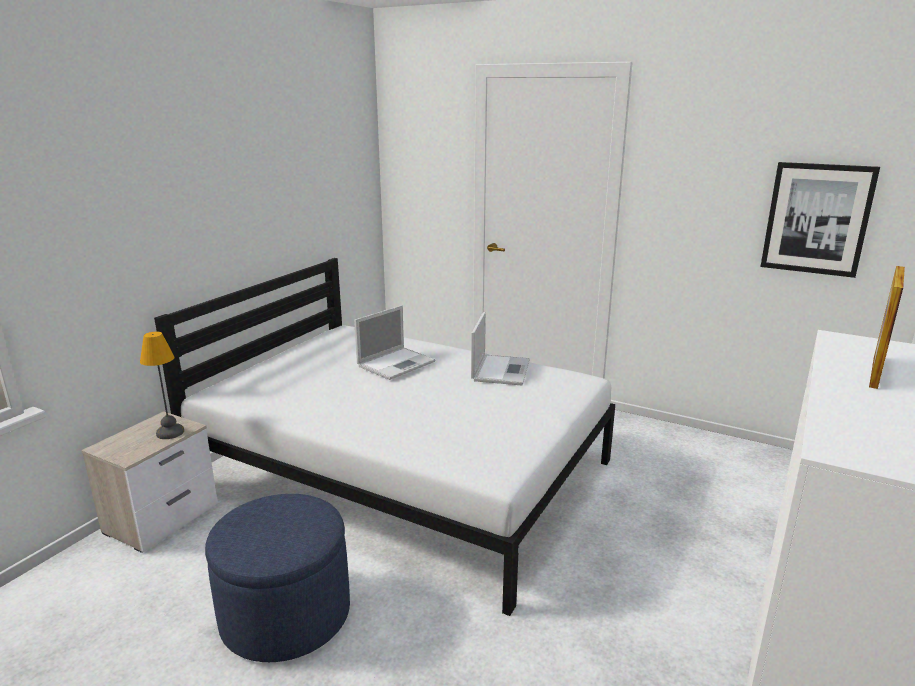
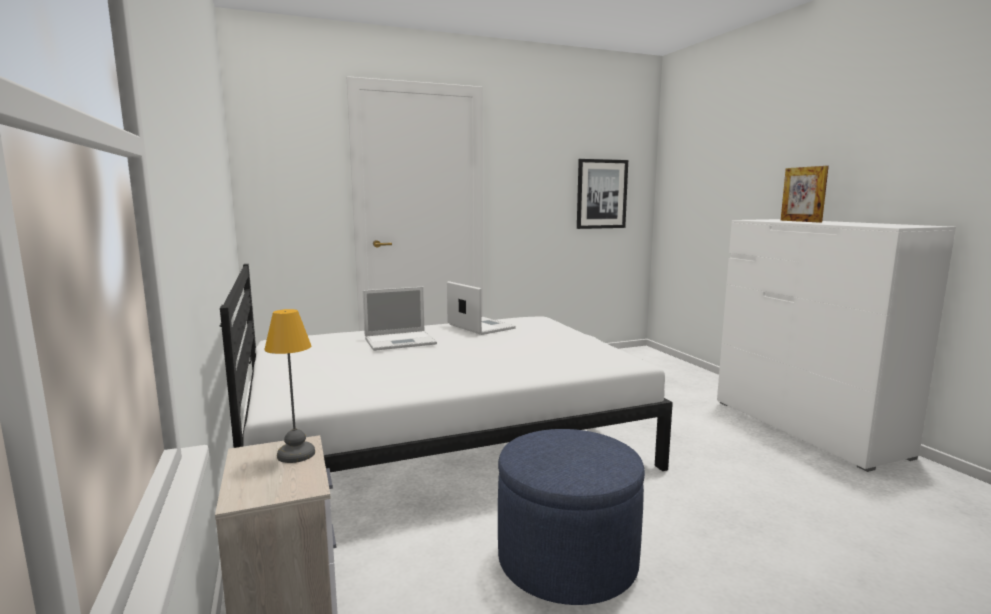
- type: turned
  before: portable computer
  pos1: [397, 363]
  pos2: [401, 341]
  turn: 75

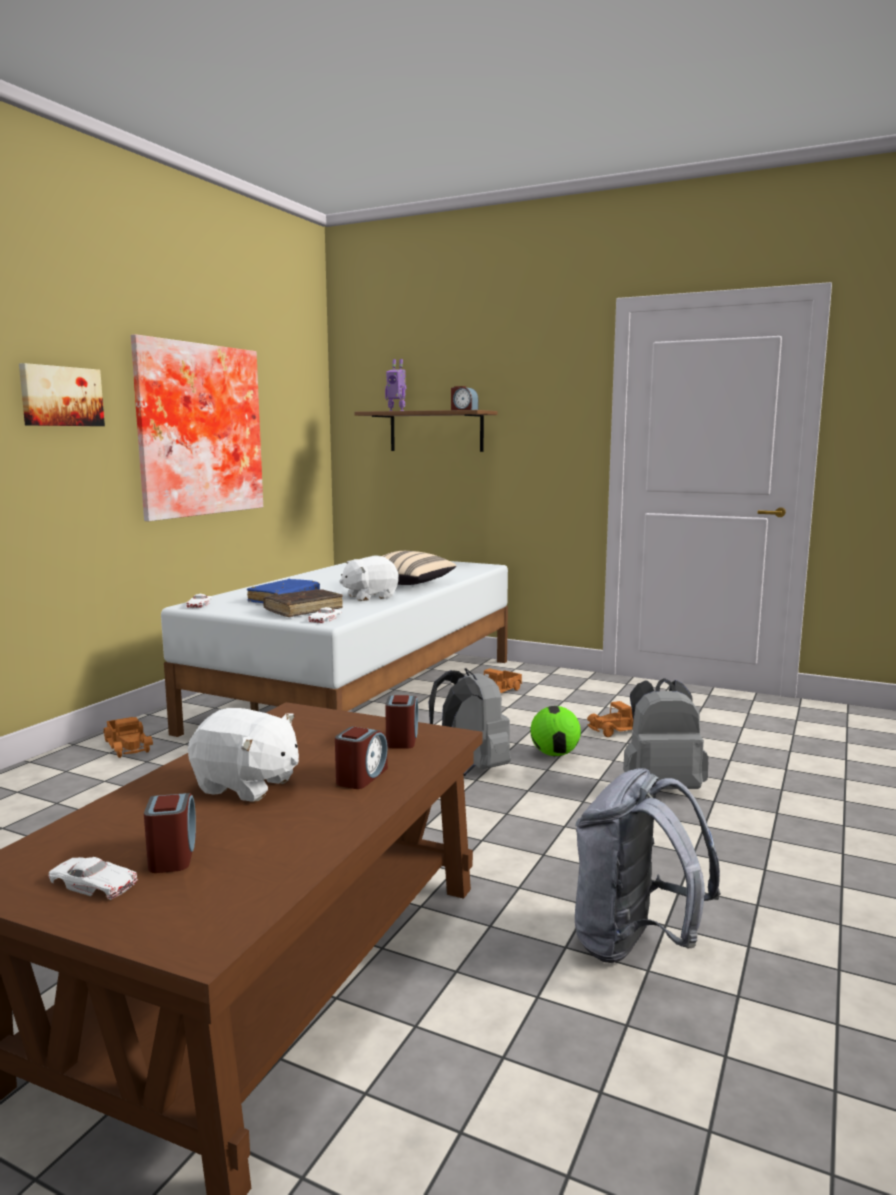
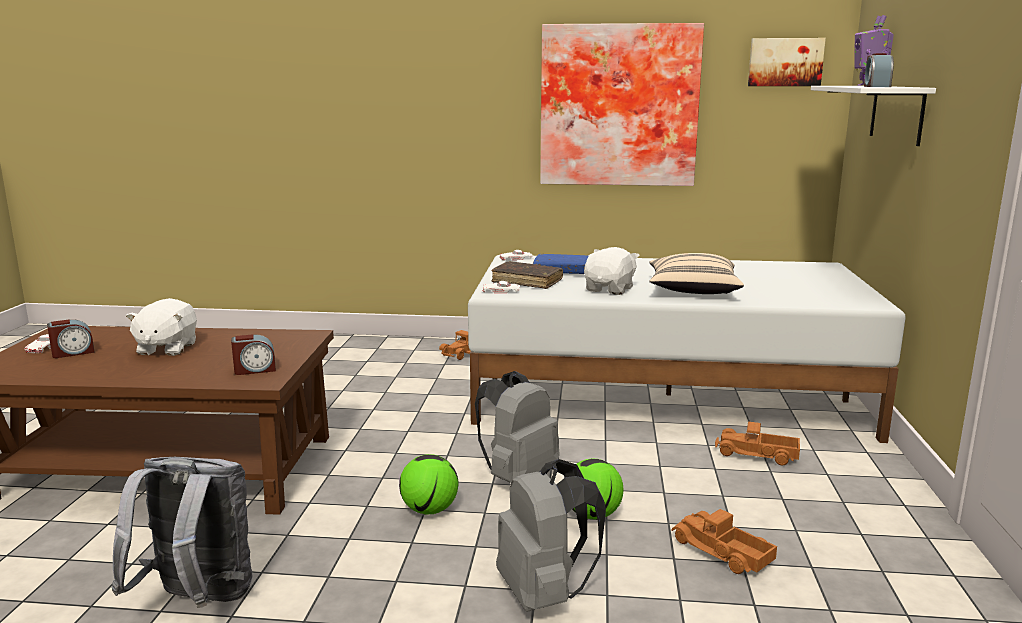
- type: added
  after: football ball
  pos2: [430, 510]
- type: turned
  before: white-coloured plush toy
  pos1: [370, 597]
  pos2: [610, 289]
  turn: 75
- type: moved
  before: wall art
  pos1: [61, 396]
  pos2: [785, 62]
- type: recoloured
  before: brown-coloured shelf
  after: white-coloured shelf
  pos1: [436, 431]
  pos2: [896, 113]
- type: removed
  before: alarm clock
  pos1: [361, 777]

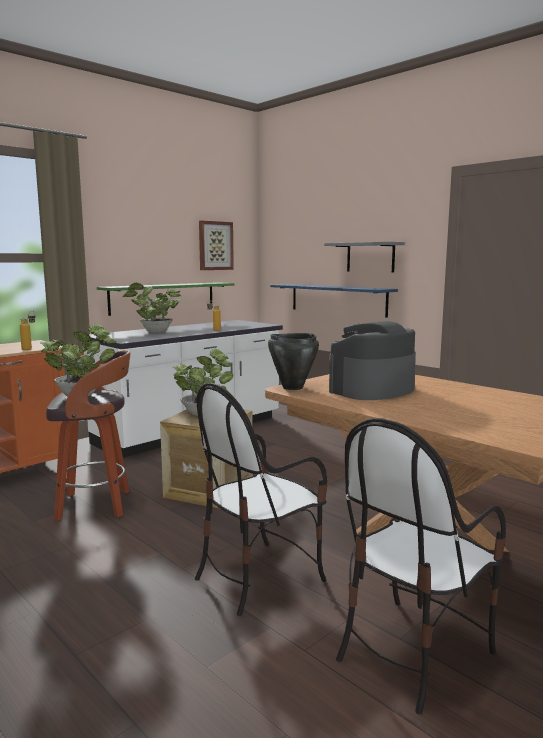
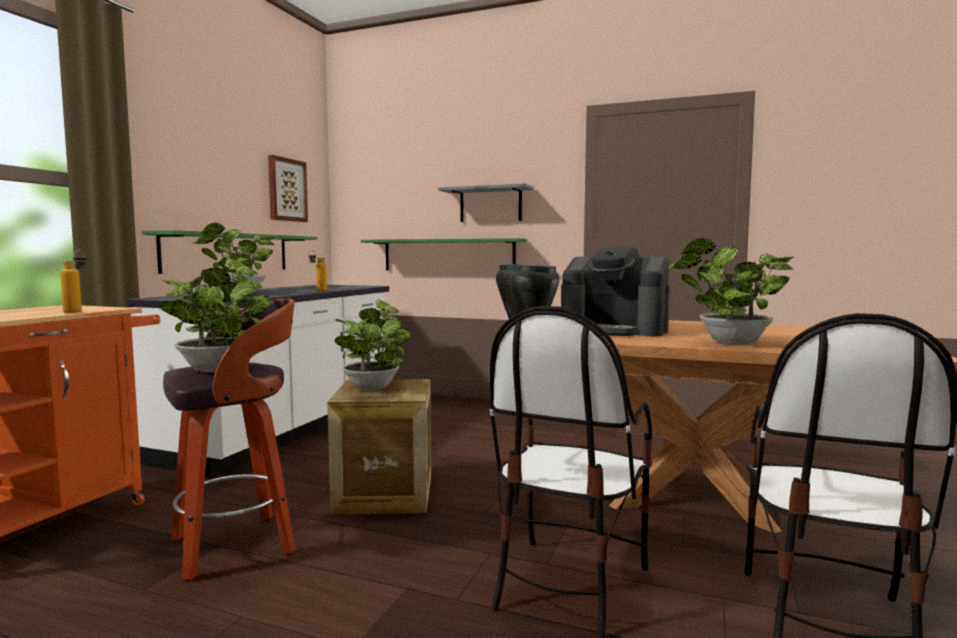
- type: recoloured
  before: blue-coloured shelf
  after: green-coloured shelf
  pos1: [337, 299]
  pos2: [448, 255]
- type: turned
  before: coffee maker
  pos1: [372, 390]
  pos2: [615, 330]
  turn: -90
- type: added
  after: plant in a pot
  pos2: [729, 343]

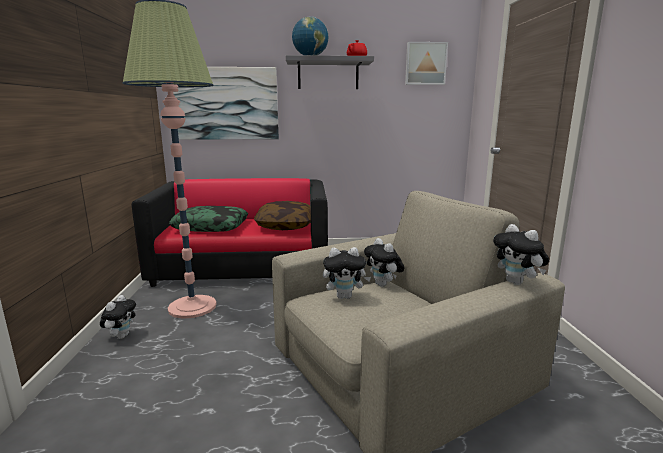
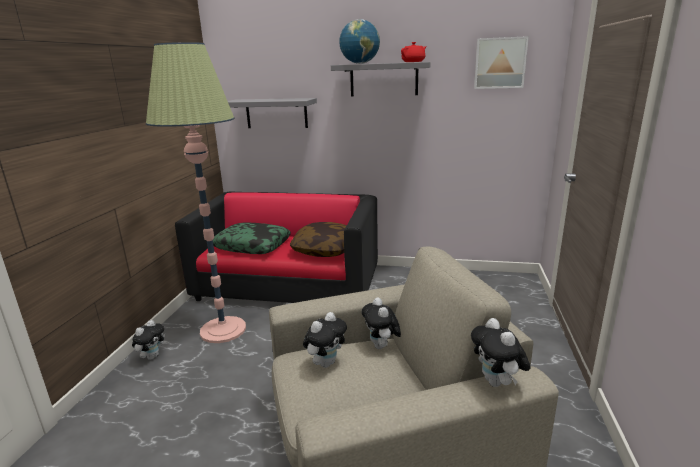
- type: replaced
  before: wall art
  after: grey shelf
  pos1: [225, 104]
  pos2: [276, 113]
- type: turned
  before: plush toy
  pos1: [345, 296]
  pos2: [326, 362]
  turn: -60

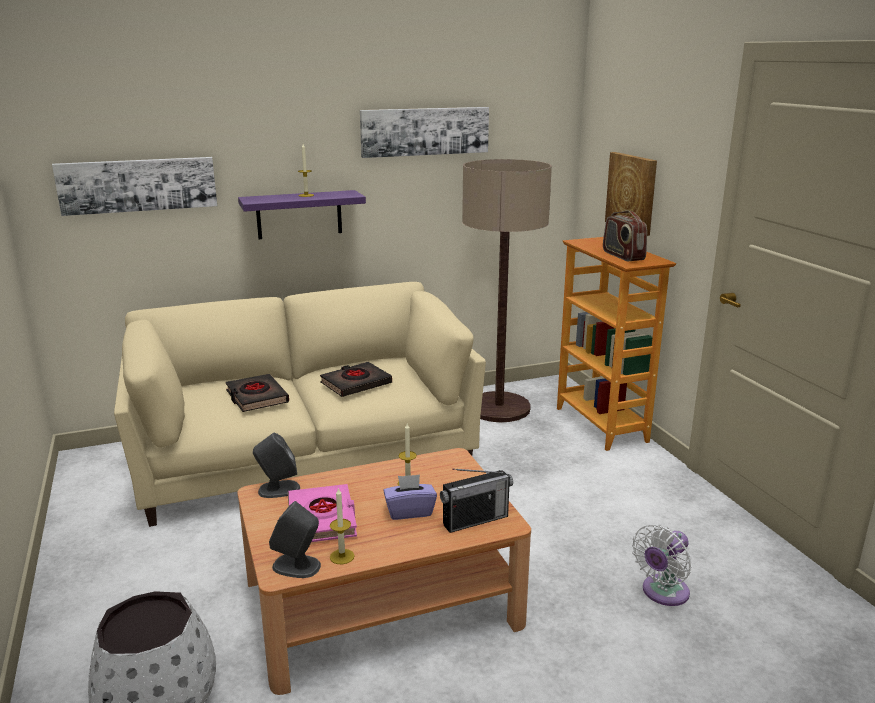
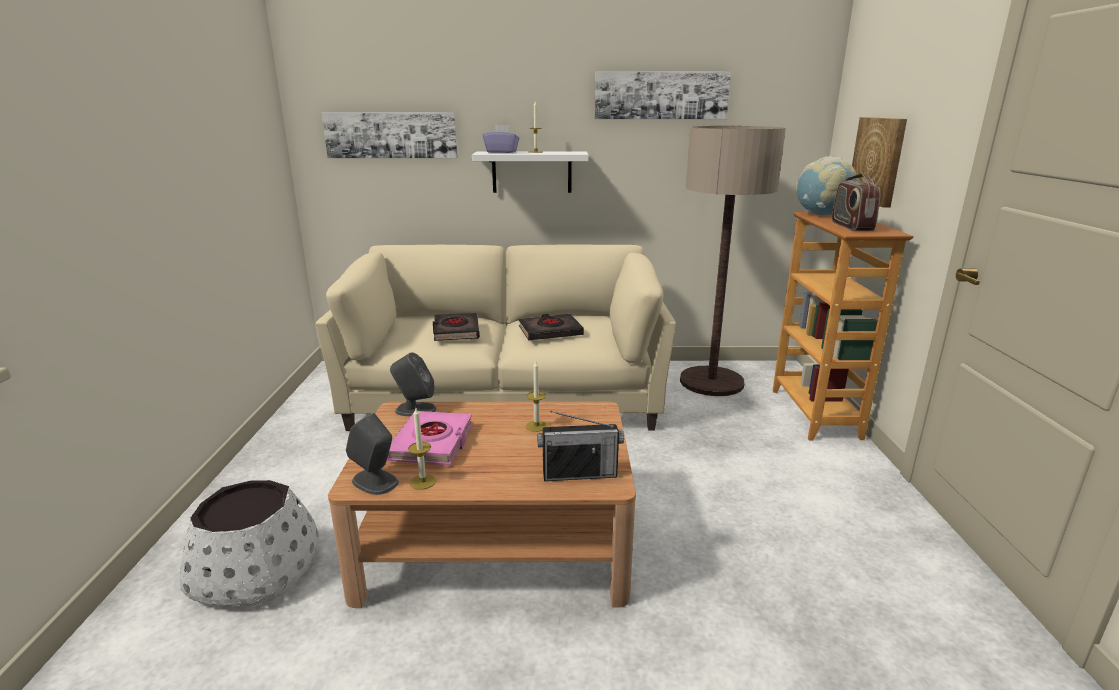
- type: recoloured
  before: purplish shelf
  after: white-coloured shelf
  pos1: [299, 214]
  pos2: [532, 172]
- type: moved
  before: purplish box of tissues
  pos1: [409, 511]
  pos2: [501, 152]
- type: added
  after: globe
  pos2: [822, 215]
- type: removed
  before: white-coloured cooling fan
  pos1: [662, 593]

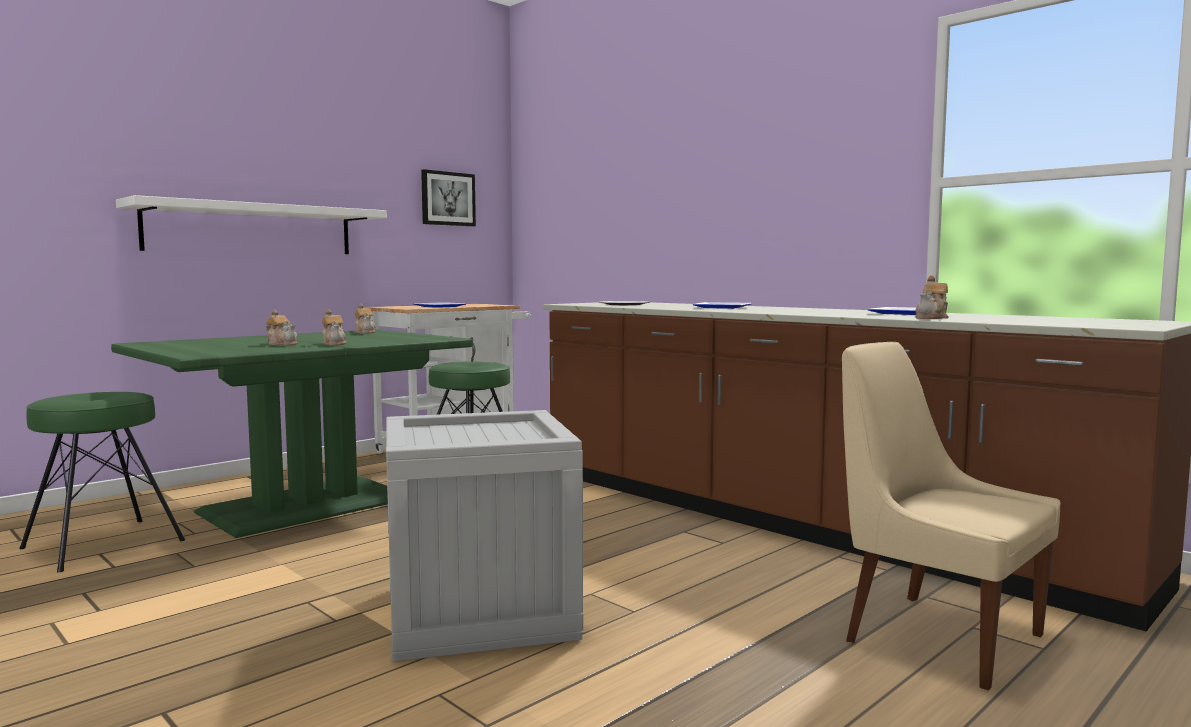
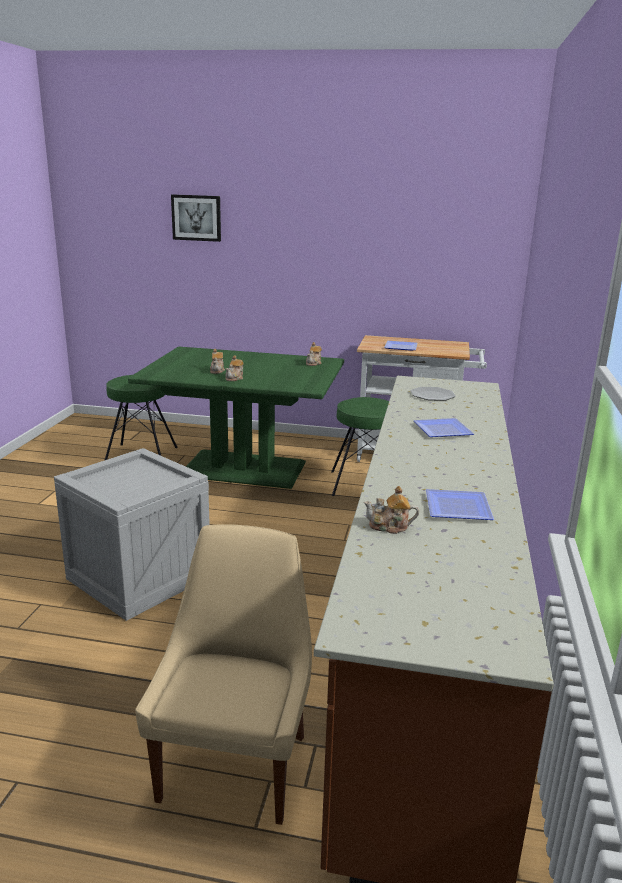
- type: moved
  before: wall art
  pos1: [447, 198]
  pos2: [196, 218]
- type: removed
  before: white-coloured shelf
  pos1: [251, 229]

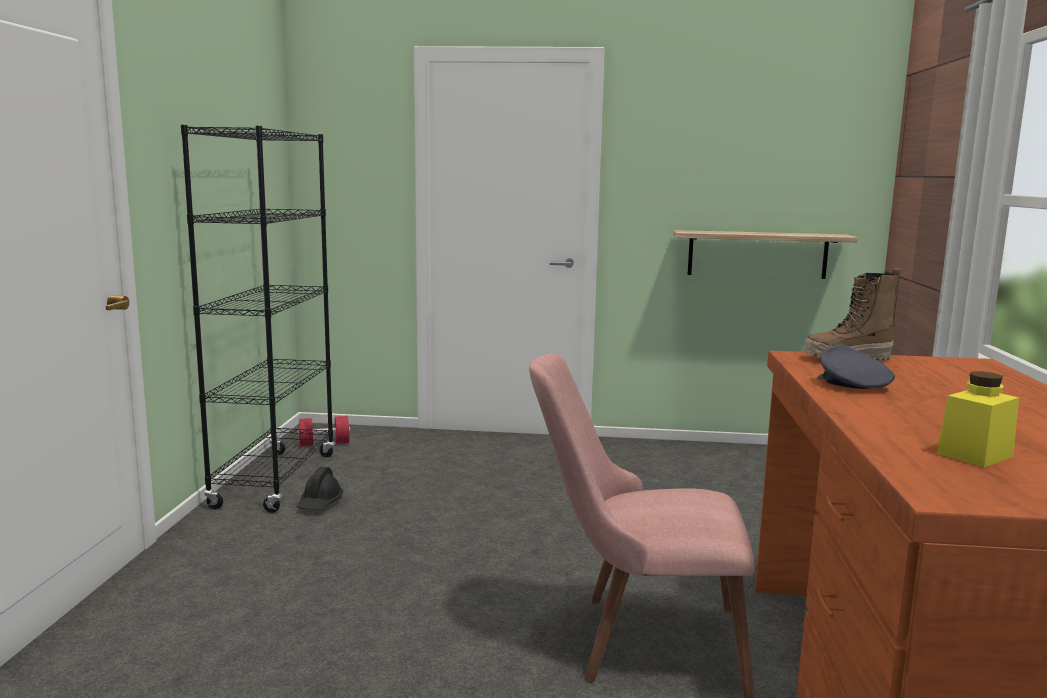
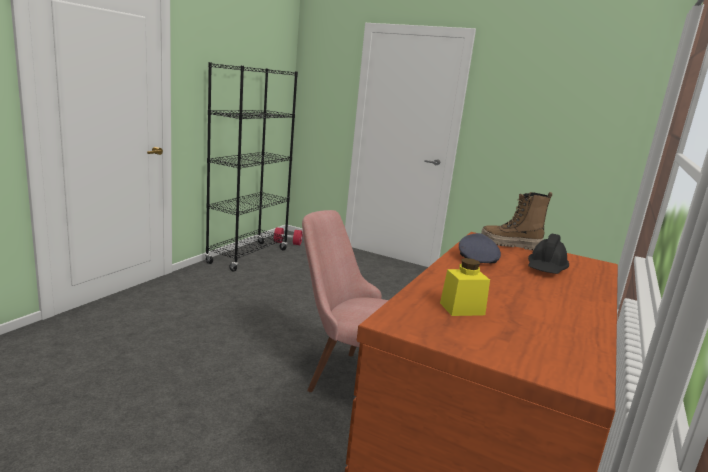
- type: moved
  before: black hard hat
  pos1: [320, 503]
  pos2: [546, 269]
- type: removed
  before: shelf
  pos1: [757, 254]

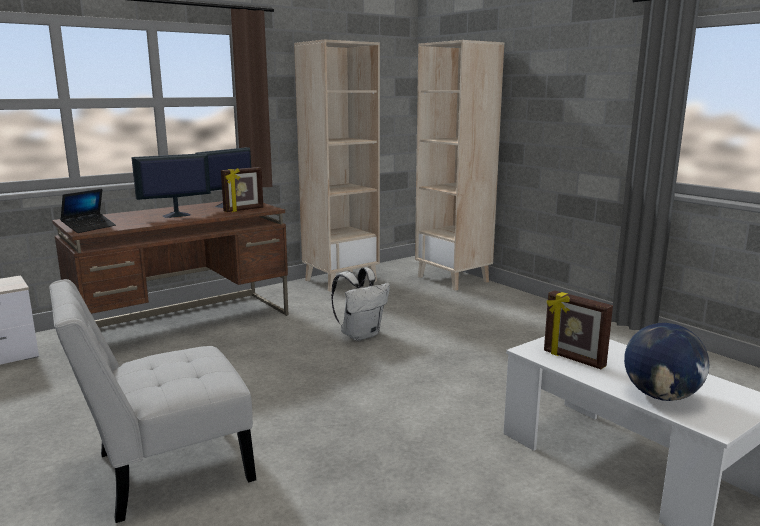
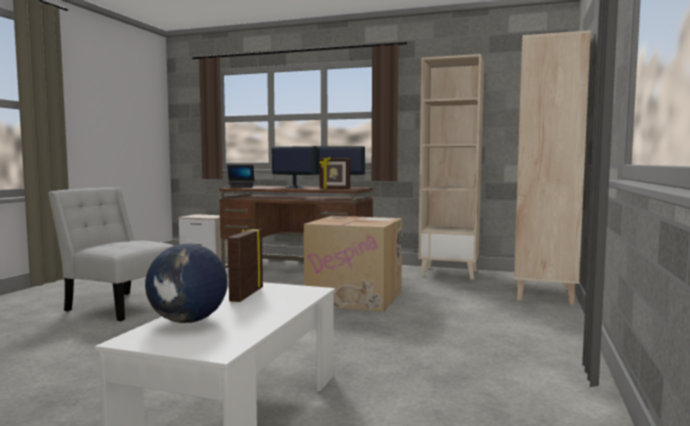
- type: replaced
  before: white-coloured rucksack
  after: carton
  pos1: [361, 335]
  pos2: [356, 297]

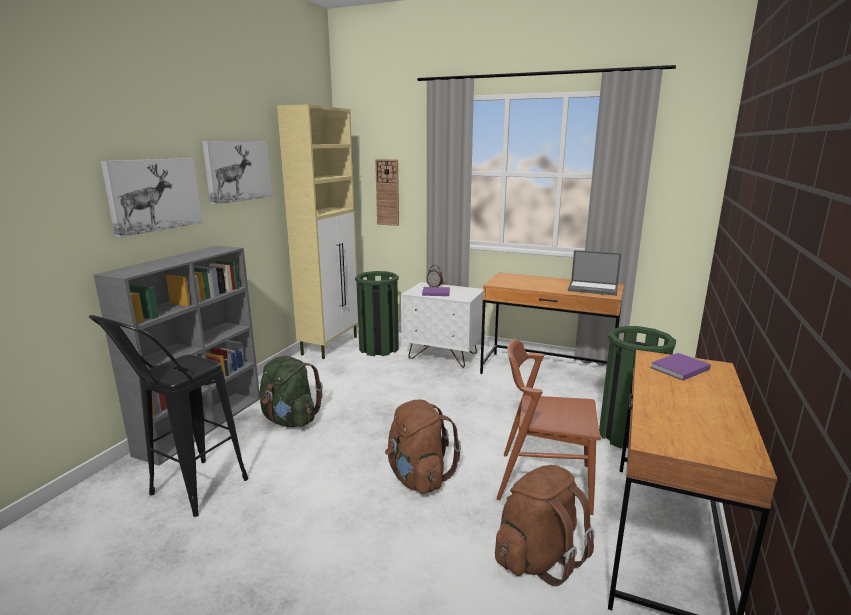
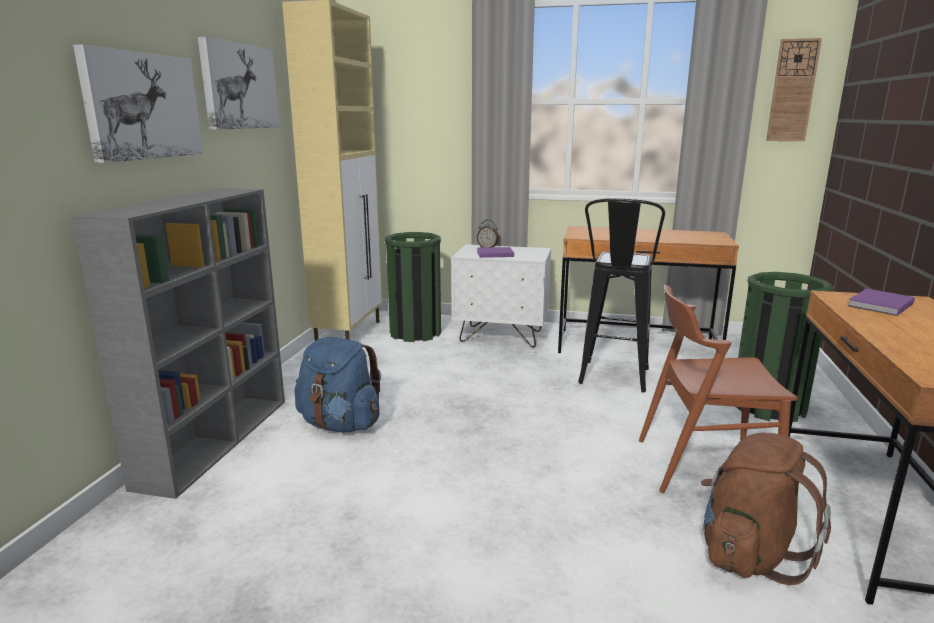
- type: recoloured
  before: green-coloured rucksack
  after: blue-coloured rucksack
  pos1: [290, 420]
  pos2: [340, 424]
- type: moved
  before: black stool seat
  pos1: [187, 495]
  pos2: [612, 381]
- type: moved
  before: hanging clock
  pos1: [387, 192]
  pos2: [792, 91]
- type: removed
  before: brown-coloured rucksack
  pos1: [418, 477]
- type: removed
  before: portable computer
  pos1: [593, 288]

